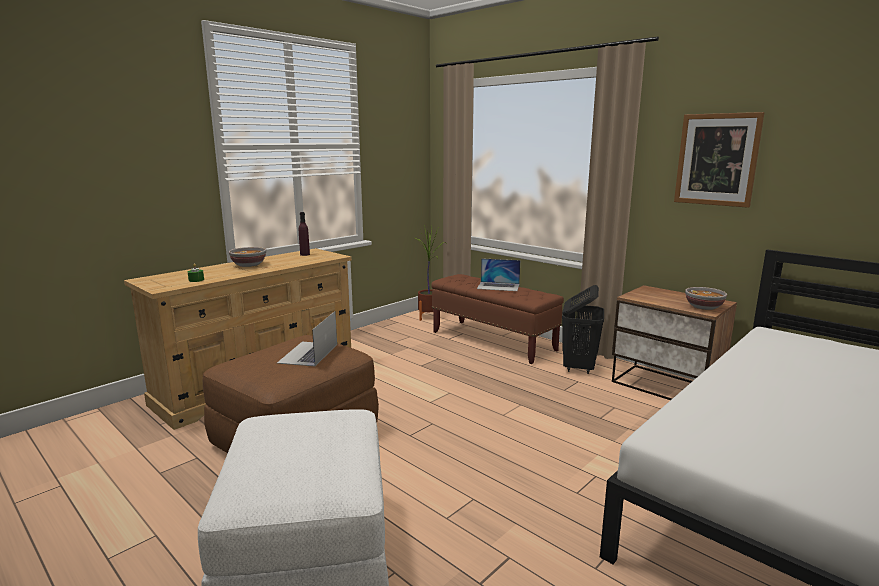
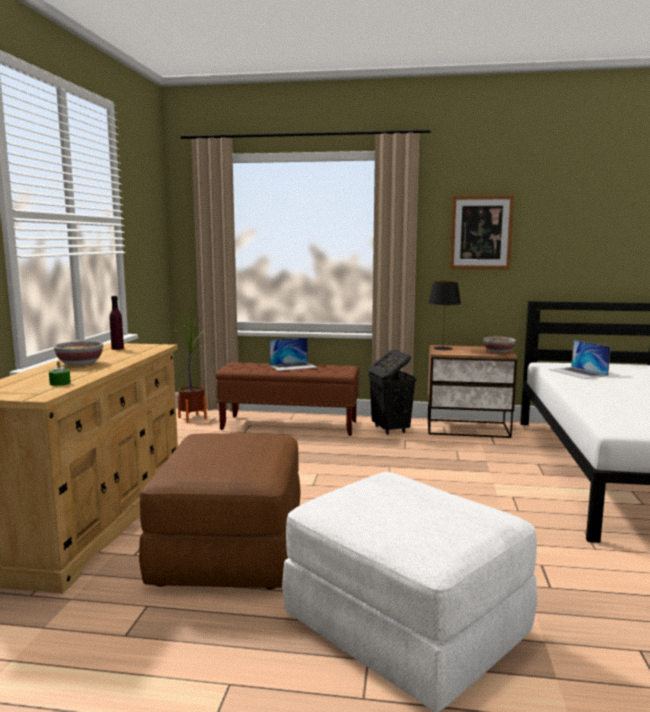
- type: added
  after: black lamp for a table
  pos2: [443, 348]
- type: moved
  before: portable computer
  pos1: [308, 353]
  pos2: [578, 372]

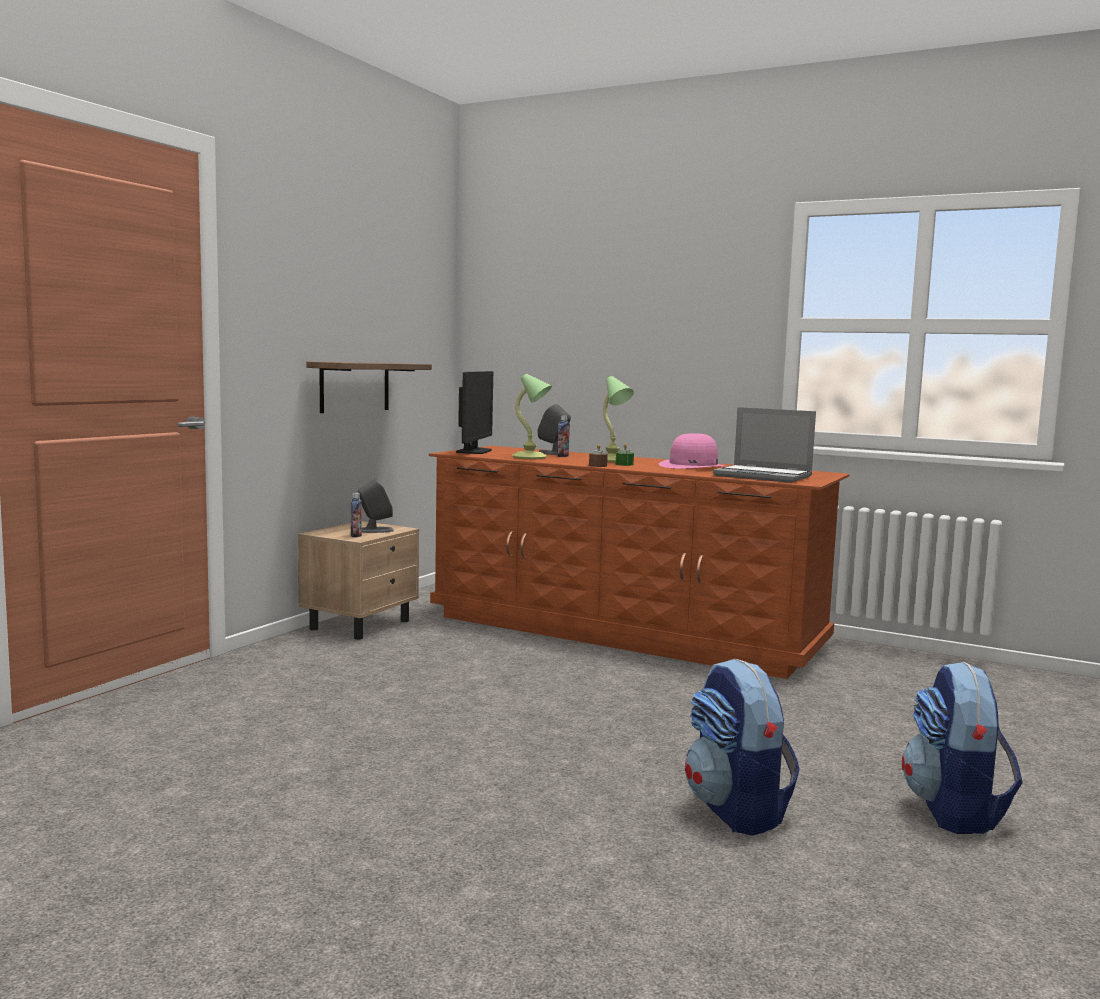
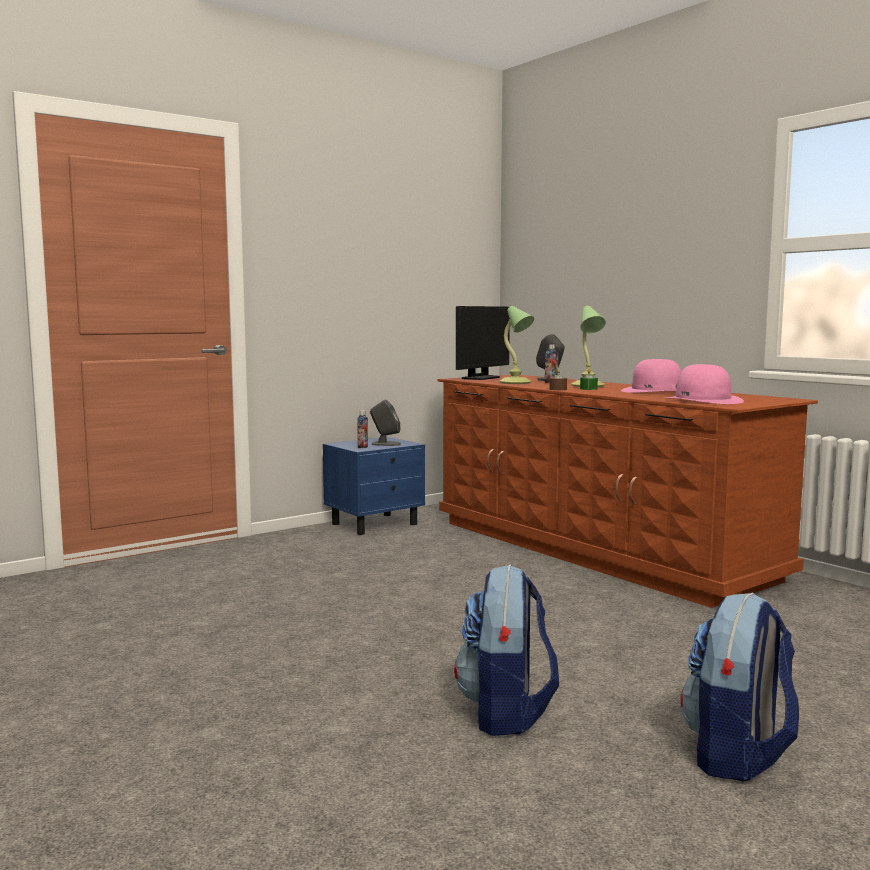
- type: recoloured
  before: sand-coloured bedside table
  after: blue-coloured bedside table
  pos1: [361, 624]
  pos2: [375, 524]
- type: replaced
  before: portable computer
  after: pink-coloured wearable hat
  pos1: [764, 476]
  pos2: [703, 400]
- type: removed
  before: shelf
  pos1: [355, 387]

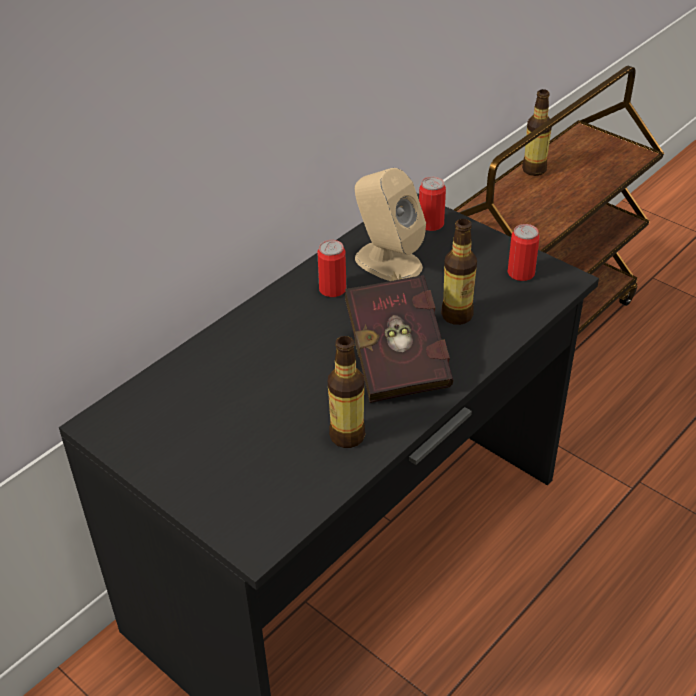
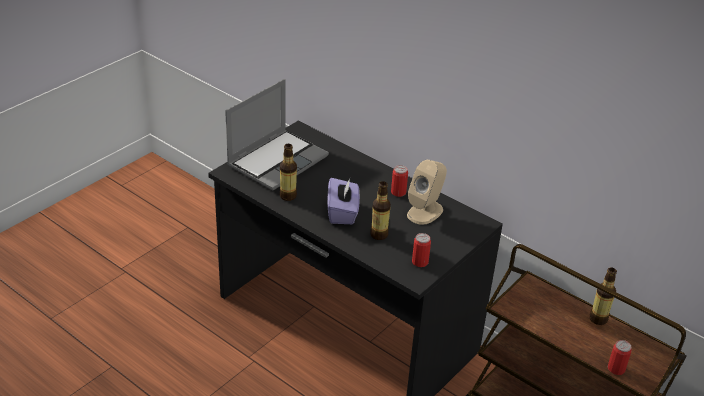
- type: added
  after: portable computer
  pos2: [277, 160]
- type: replaced
  before: red book
  after: purplish box of tissues
  pos1: [397, 358]
  pos2: [342, 212]
- type: moved
  before: metal can
  pos1: [430, 224]
  pos2: [616, 369]

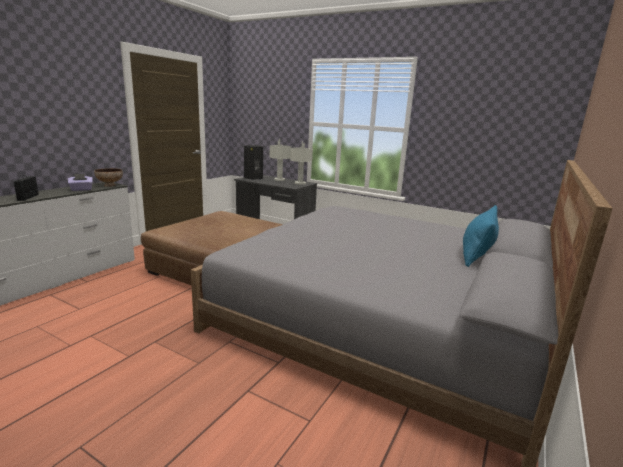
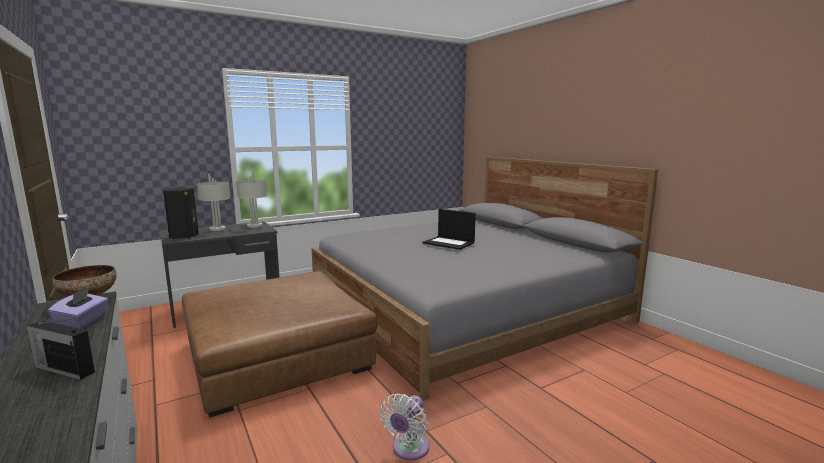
- type: added
  after: white-coloured cooling fan
  pos2: [408, 450]
- type: added
  after: portable computer
  pos2: [449, 243]
- type: removed
  before: blue-coloured pillow
  pos1: [476, 254]

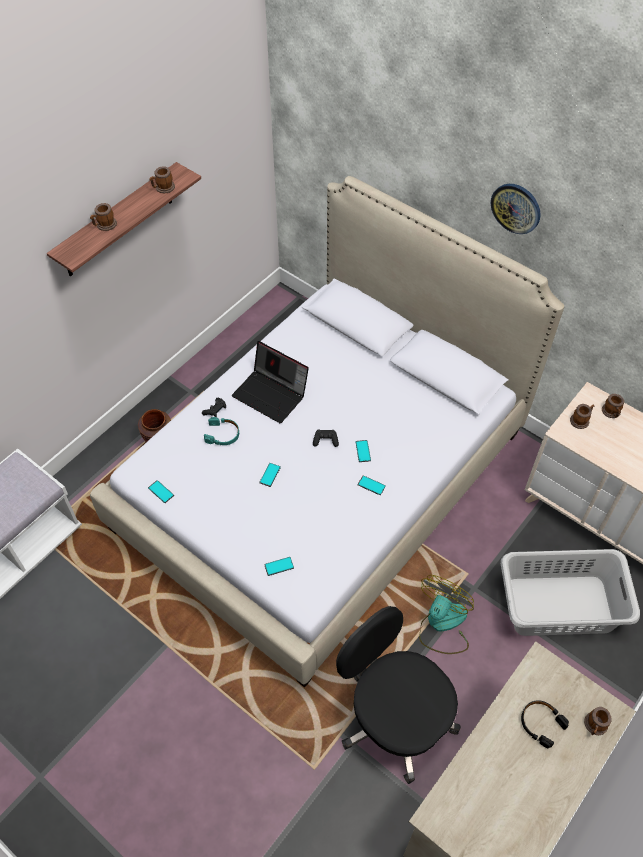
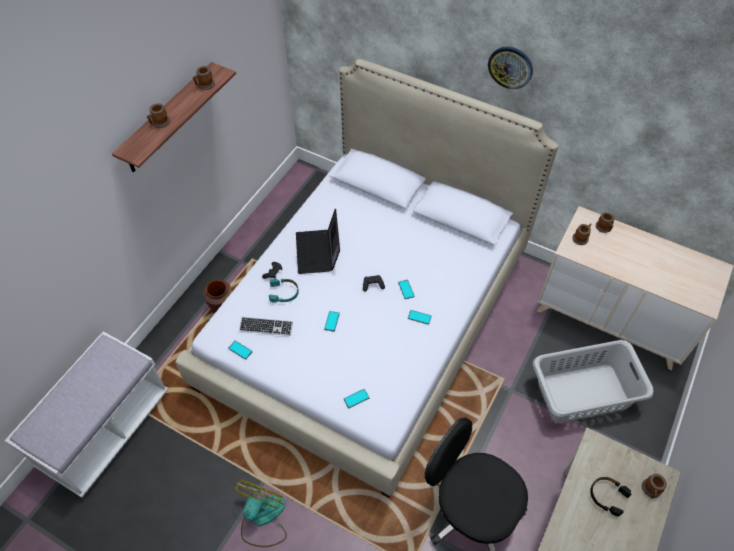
- type: moved
  before: cooling fan
  pos1: [442, 624]
  pos2: [262, 518]
- type: added
  after: computer keyboard
  pos2: [266, 327]
- type: turned
  before: portable computer
  pos1: [271, 394]
  pos2: [318, 252]
  turn: 60

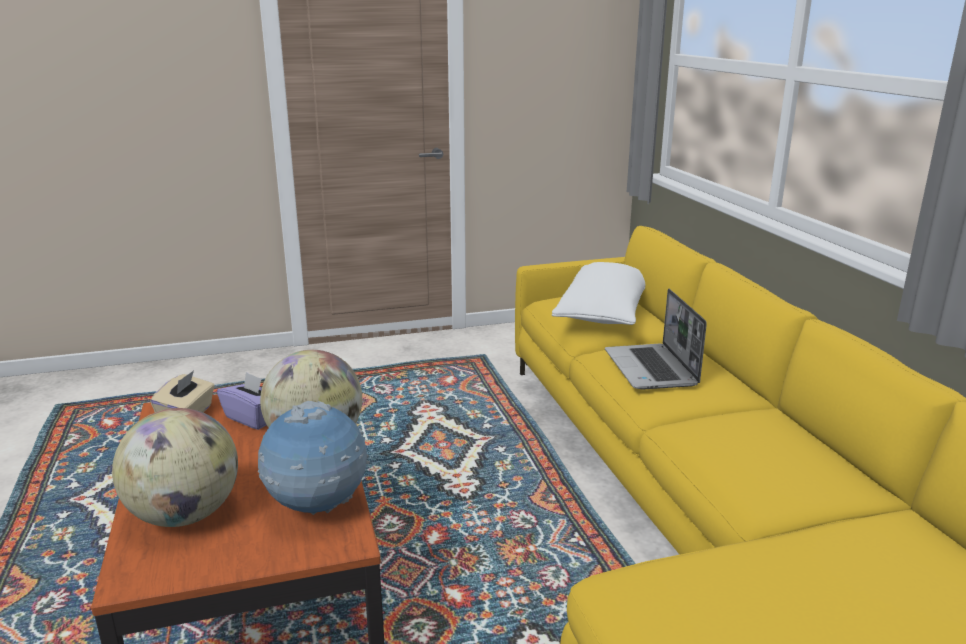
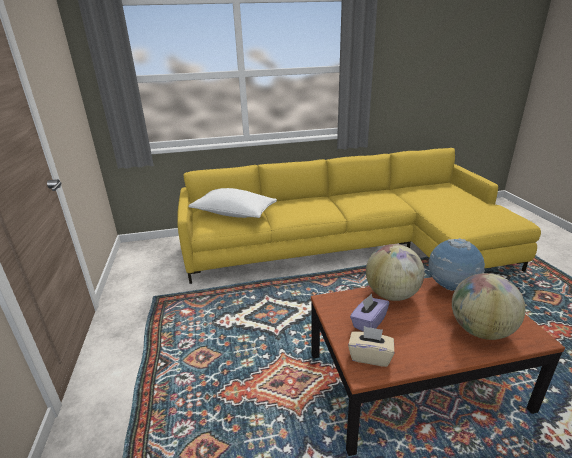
- type: removed
  before: portable computer
  pos1: [652, 369]

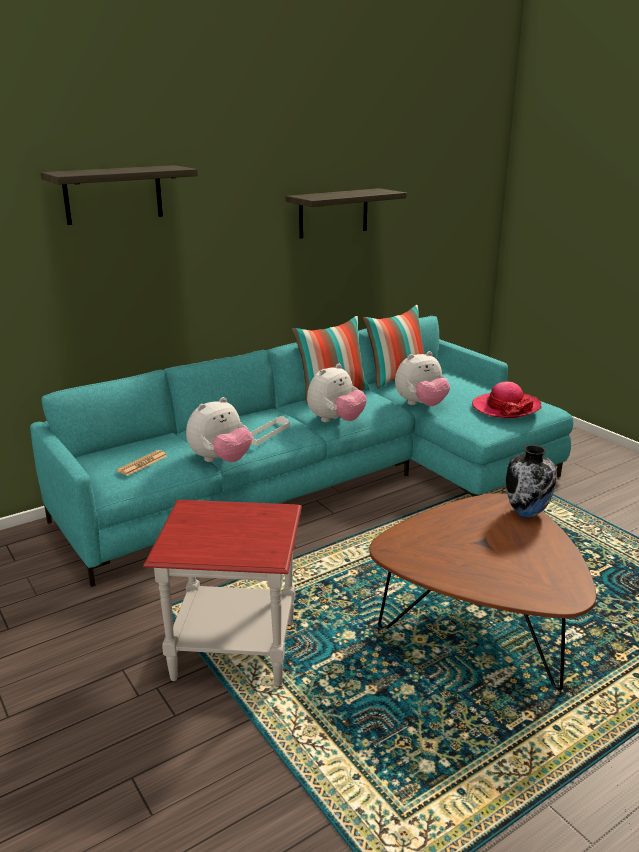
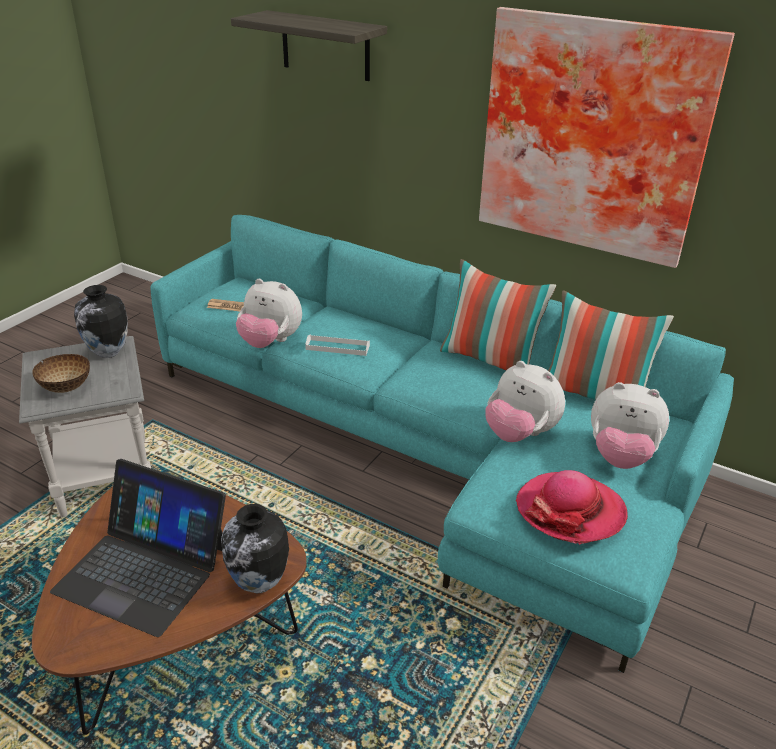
- type: recoloured
  before: red side table
  after: grey side table
  pos1: [233, 650]
  pos2: [105, 476]
- type: added
  after: bowl
  pos2: [67, 387]
- type: added
  after: portable computer
  pos2: [144, 569]
- type: added
  after: decorative vase
  pos2: [108, 353]
- type: replaced
  before: shelf
  after: wall art
  pos1: [333, 213]
  pos2: [593, 136]
- type: moved
  before: plush toy
  pos1: [335, 421]
  pos2: [620, 456]

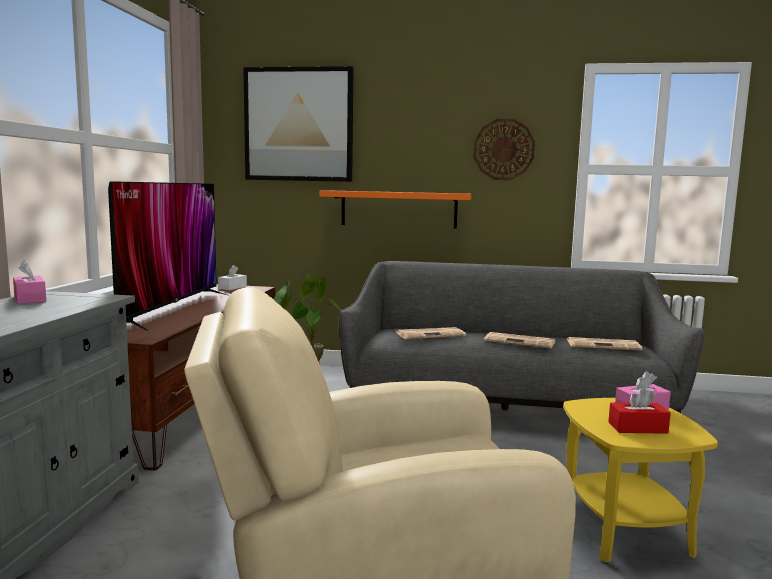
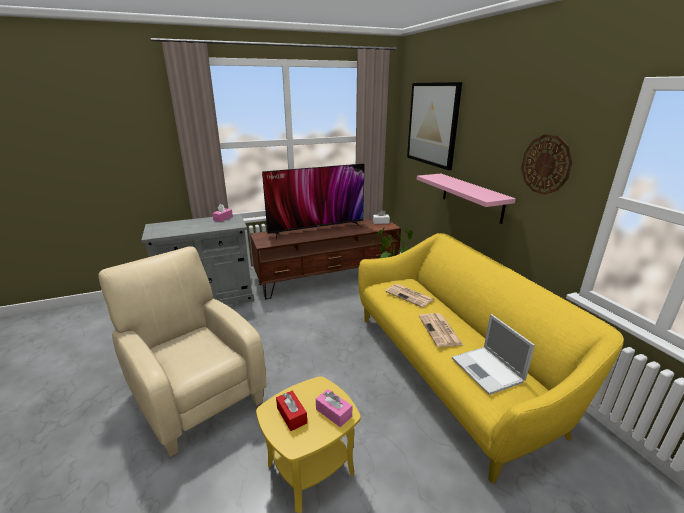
- type: recoloured
  before: grey couch
  after: yellowish couch
  pos1: [505, 407]
  pos2: [451, 369]
- type: recoloured
  before: orangey shelf
  after: pink-coloured shelf
  pos1: [398, 209]
  pos2: [471, 197]
- type: replaced
  before: daily paper
  after: portable computer
  pos1: [604, 345]
  pos2: [488, 370]

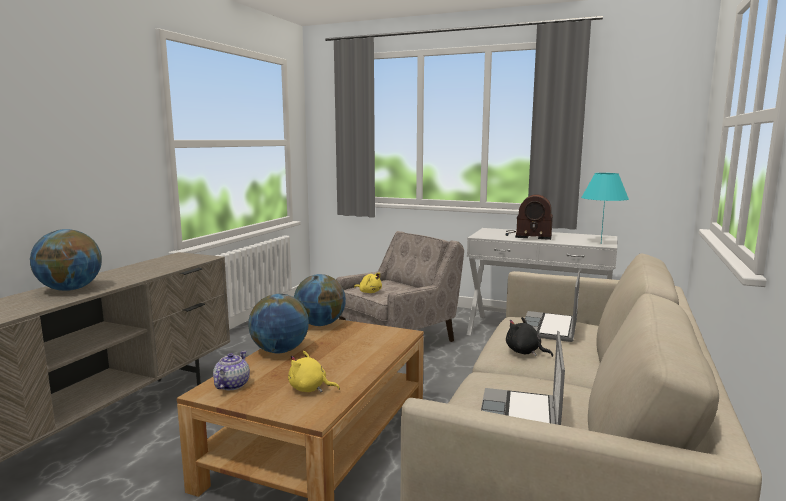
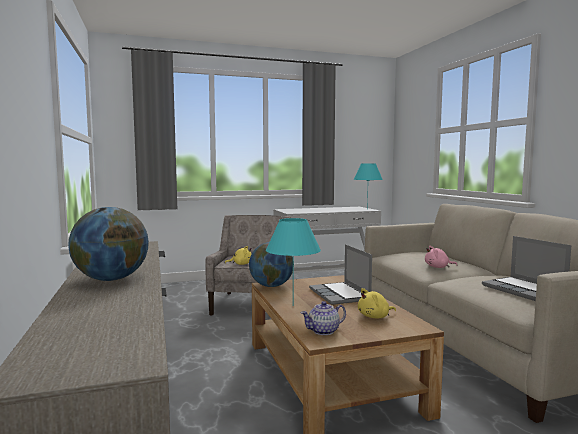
- type: replaced
  before: globe
  after: blue-green lamp for a table
  pos1: [280, 351]
  pos2: [292, 305]
- type: turned
  before: pot for tea
  pos1: [231, 385]
  pos2: [324, 331]
  turn: -90
- type: moved
  before: portable computer
  pos1: [550, 328]
  pos2: [340, 295]
- type: recoloured
  before: black plush toy
  after: pink-coloured plush toy
  pos1: [525, 352]
  pos2: [438, 267]
- type: removed
  before: radio receiver
  pos1: [528, 236]

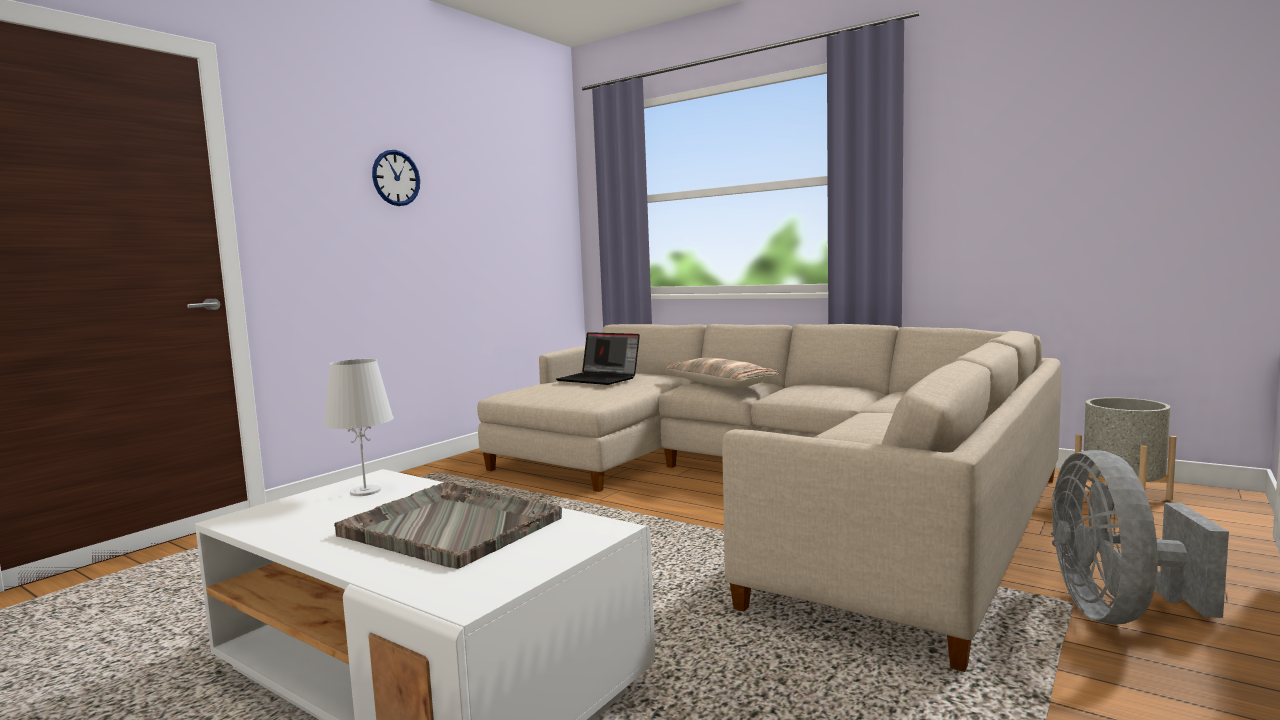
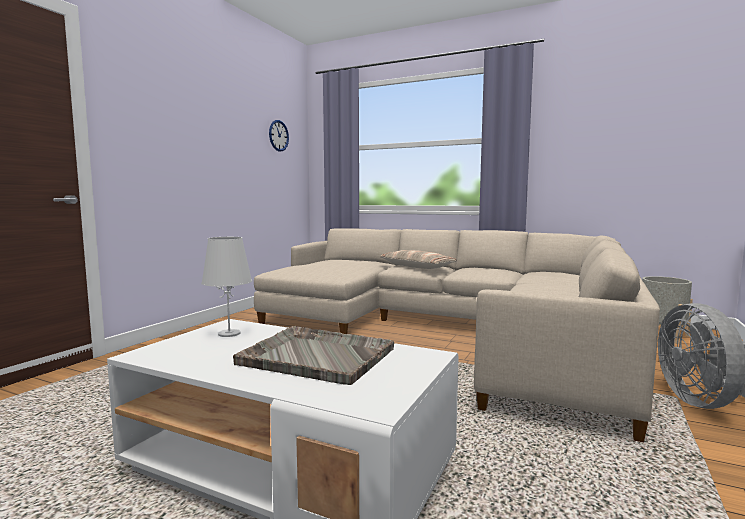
- type: moved
  before: hanging clock
  pos1: [396, 178]
  pos2: [278, 135]
- type: removed
  before: portable computer
  pos1: [600, 379]

